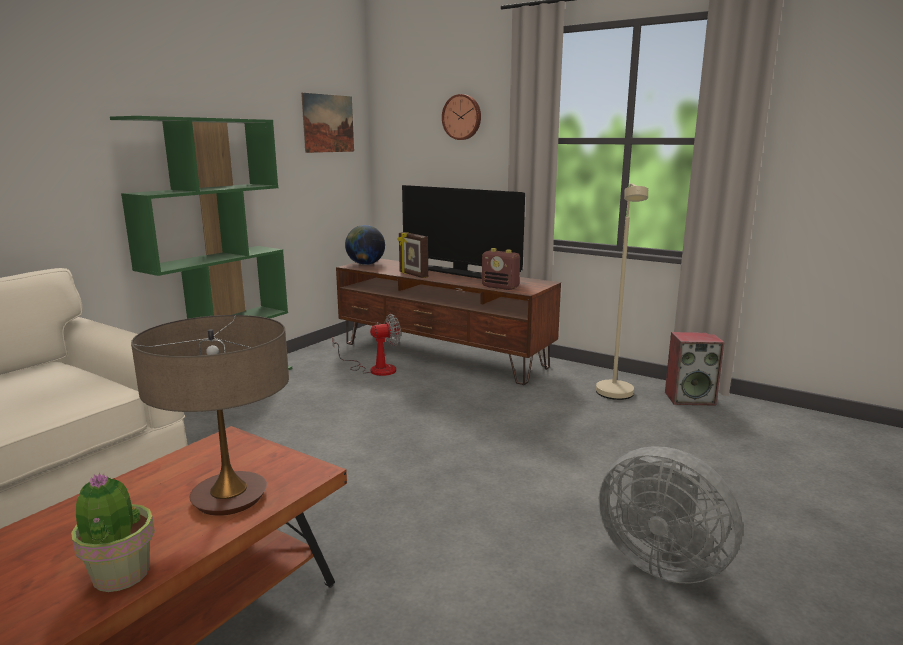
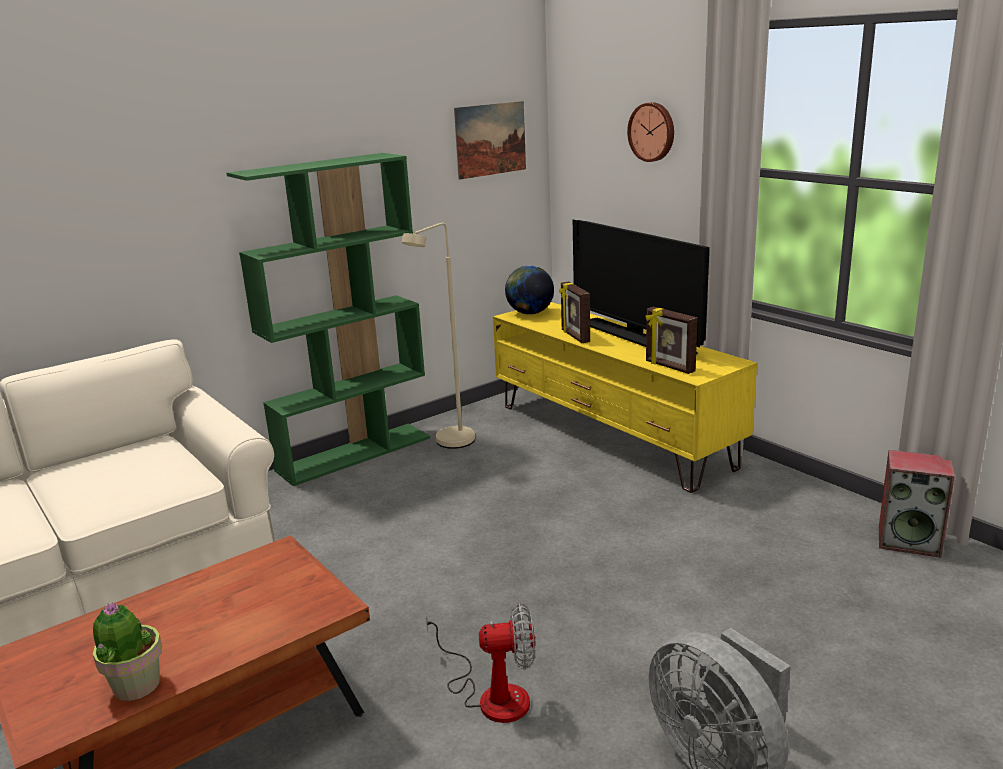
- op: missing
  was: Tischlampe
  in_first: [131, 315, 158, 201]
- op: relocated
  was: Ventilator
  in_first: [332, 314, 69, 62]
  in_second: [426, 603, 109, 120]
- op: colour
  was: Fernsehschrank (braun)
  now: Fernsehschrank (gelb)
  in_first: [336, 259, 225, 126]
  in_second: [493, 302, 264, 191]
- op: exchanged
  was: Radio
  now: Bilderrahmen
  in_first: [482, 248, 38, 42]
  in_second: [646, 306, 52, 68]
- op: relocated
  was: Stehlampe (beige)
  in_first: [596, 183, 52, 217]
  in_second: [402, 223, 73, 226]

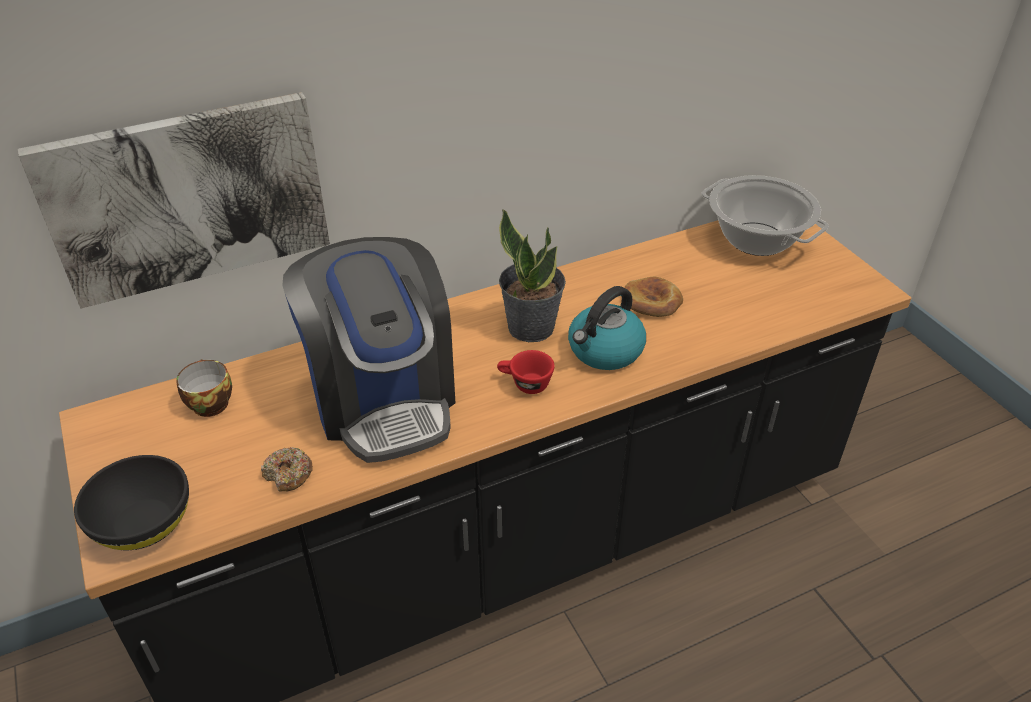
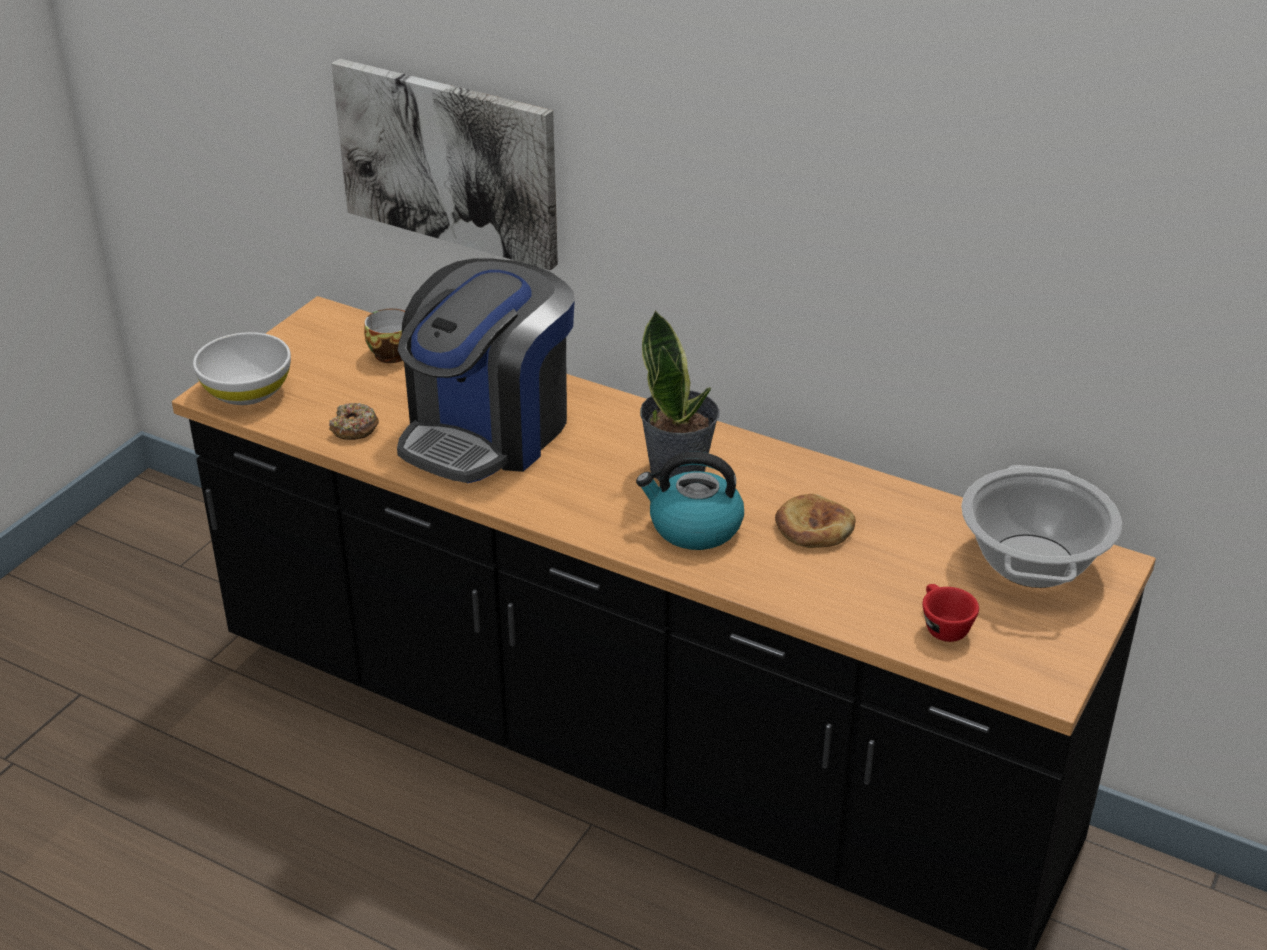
- op: colour
  was: Schüssel (schwarz)
  now: Schüssel (weiß)
  in_first: [74, 455, 115, 95]
  in_second: [193, 332, 98, 73]
- op: relocated
  was: Tasse (rot)
  in_first: [497, 350, 58, 44]
  in_second: [923, 584, 56, 58]

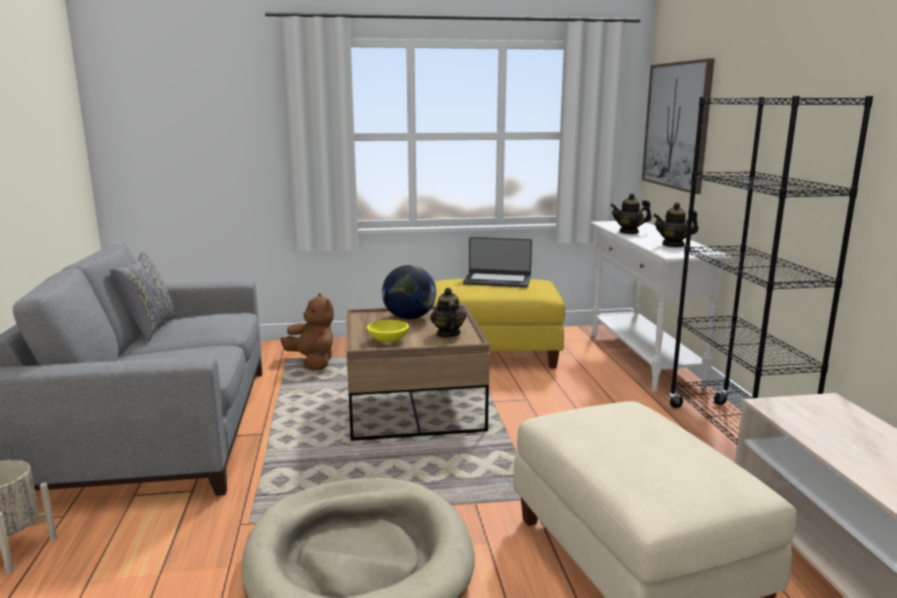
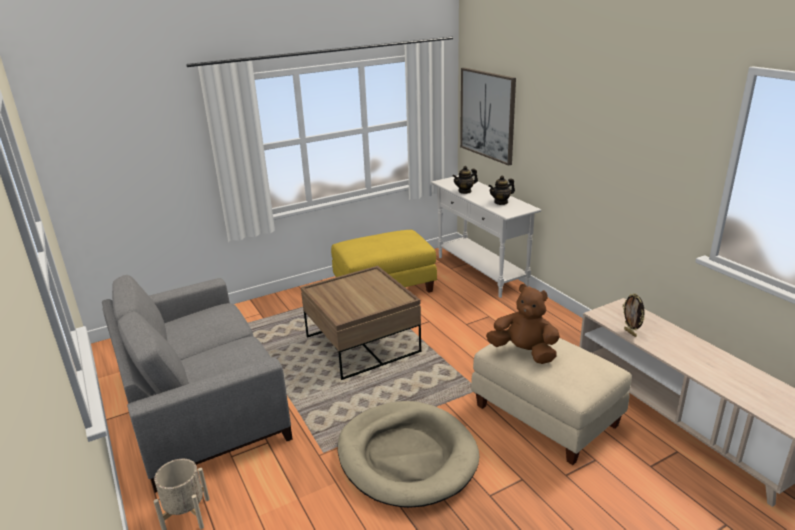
- op: missing
  was: Kissen (grau)
  in_first: [110, 252, 67, 89]
- op: relocated
  was: Plüschtier (braun)
  in_first: [281, 293, 53, 77]
  in_second: [486, 284, 74, 80]
- op: missing
  was: Schüssel (gelb)
  in_first: [367, 320, 42, 23]
- op: missing
  was: Globus
  in_first: [382, 265, 54, 54]
- op: missing
  was: Teekanne
  in_first: [430, 287, 36, 50]
- op: missing
  was: Laptop
  in_first: [463, 237, 69, 50]
- op: missing
  was: Bücherregal (schwarz)
  in_first: [669, 96, 204, 348]
- op: appeared
  now: Bilderrahmen
  in_second: [623, 293, 22, 44]

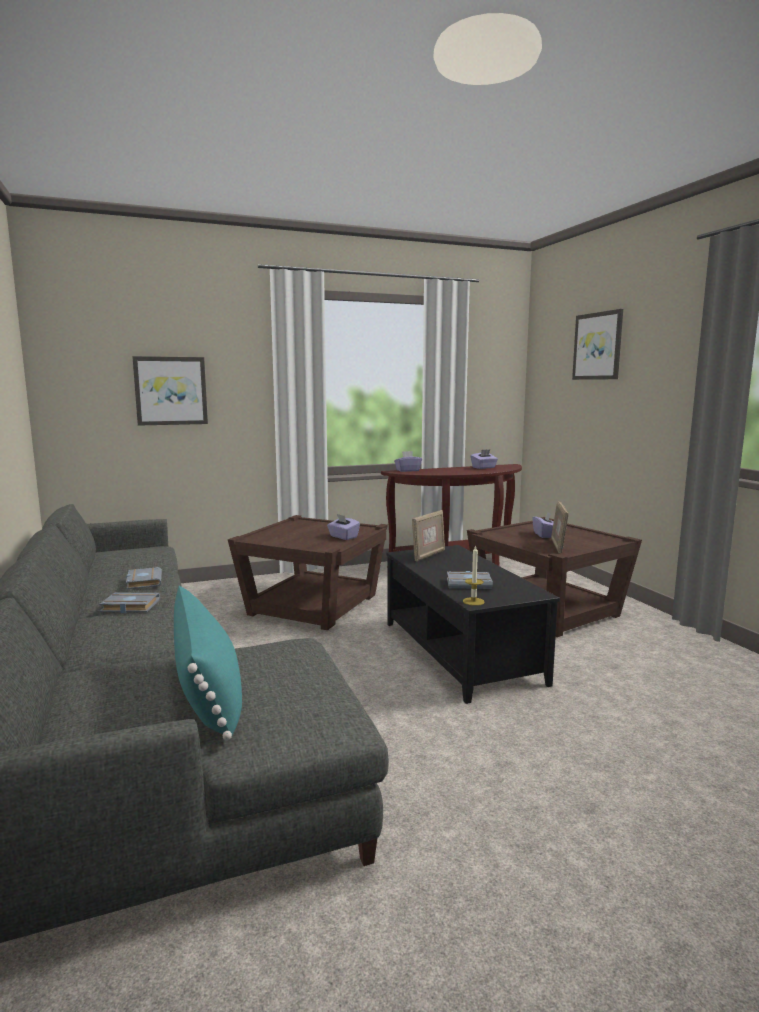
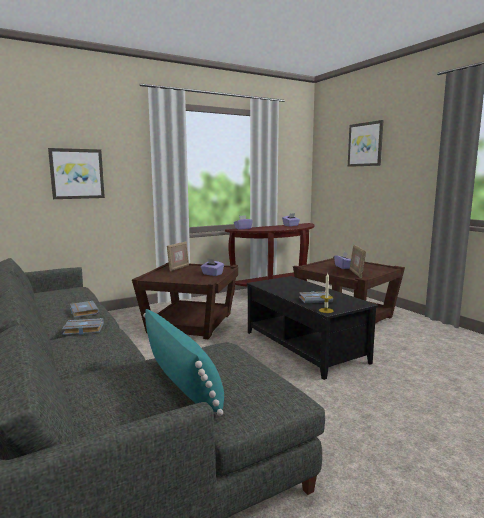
- op: relocated
  was: Bilderrahmen
  in_first: [412, 510, 33, 52]
  in_second: [167, 242, 22, 29]

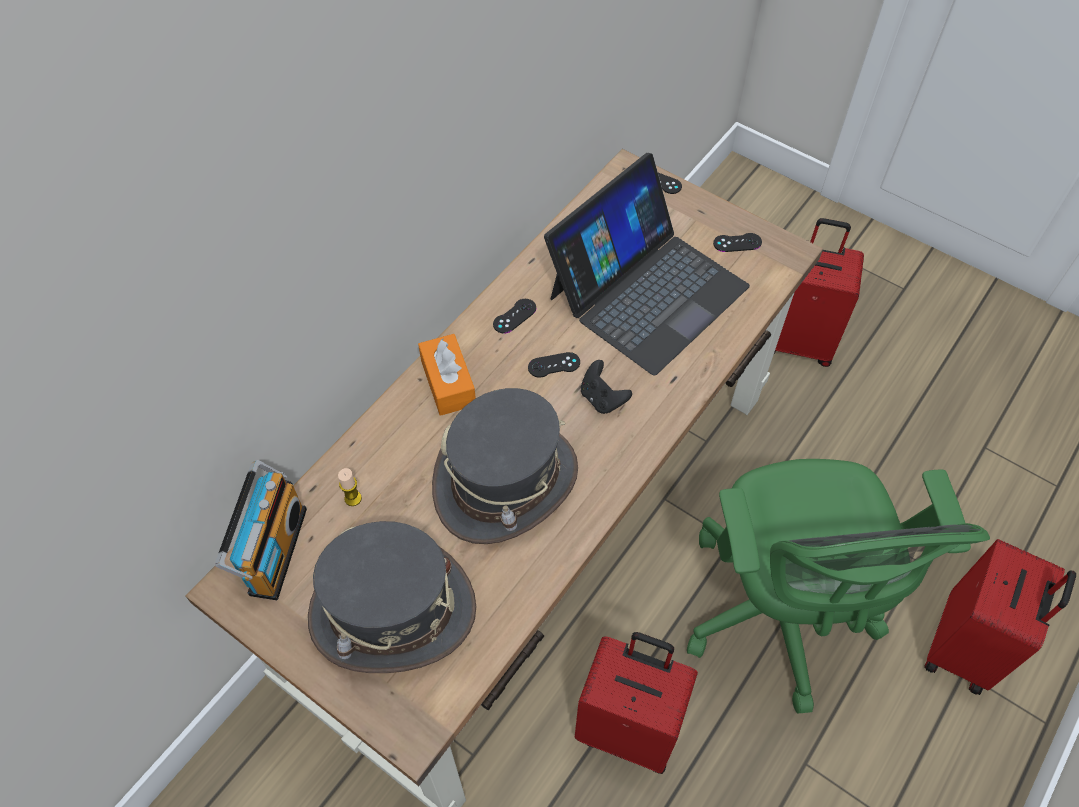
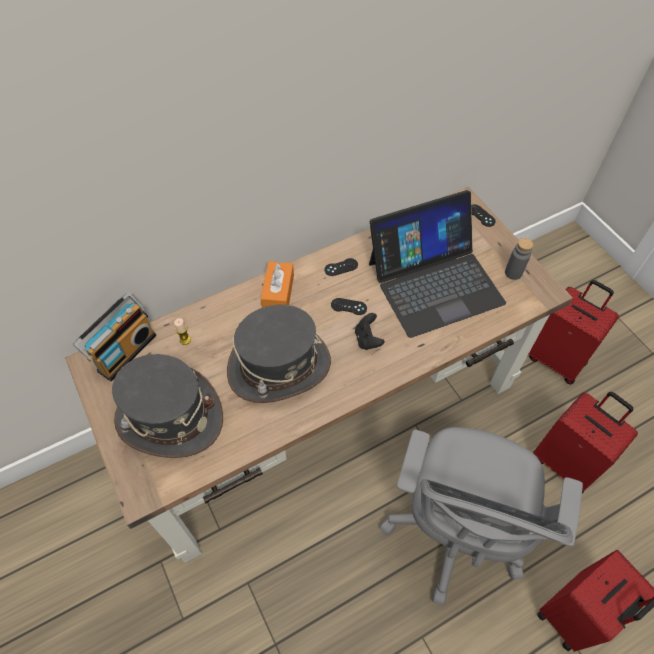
- op: relocated
  was: Koffer (rot)
  in_first: [574, 632, 124, 142]
  in_second: [534, 392, 104, 101]
- op: colour
  was: Bürostuhl (grün)
  now: Bürostuhl (grau)
  in_first: [687, 459, 303, 255]
  in_second: [380, 427, 203, 178]
- op: exchanged
  was: Gamepad (schwarz)
  now: Flasche (grau)
  in_first: [713, 233, 49, 19]
  in_second: [505, 238, 28, 42]

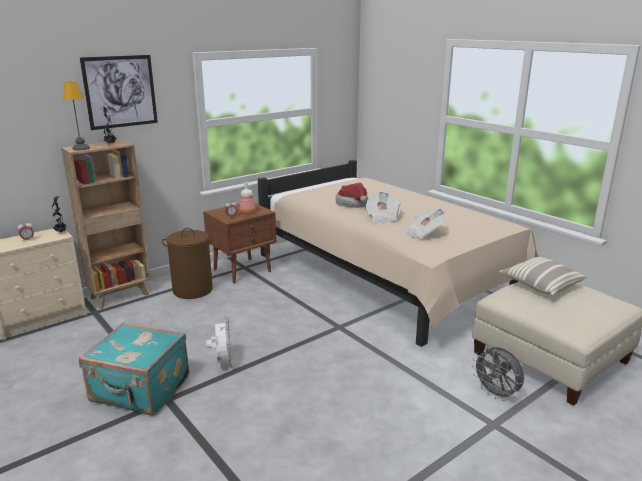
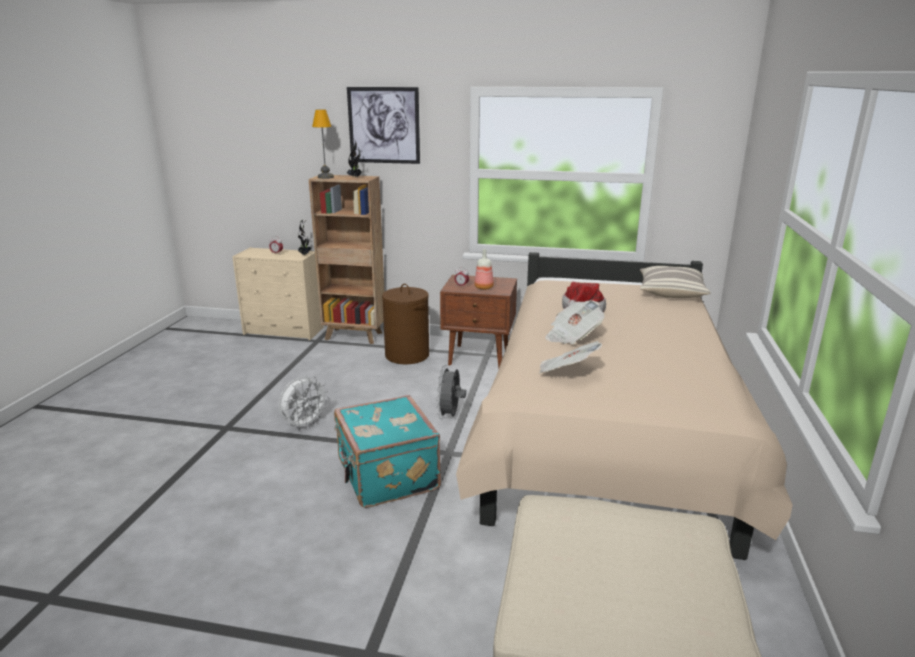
- op: relocated
  was: Koffer (türkis)
  in_first: [79, 322, 110, 94]
  in_second: [334, 395, 107, 113]
- op: relocated
  was: Ventilator (grau)
  in_first: [472, 347, 52, 54]
  in_second: [436, 365, 30, 54]
- op: relocated
  was: Kissen
  in_first: [499, 257, 87, 38]
  in_second: [640, 266, 71, 32]

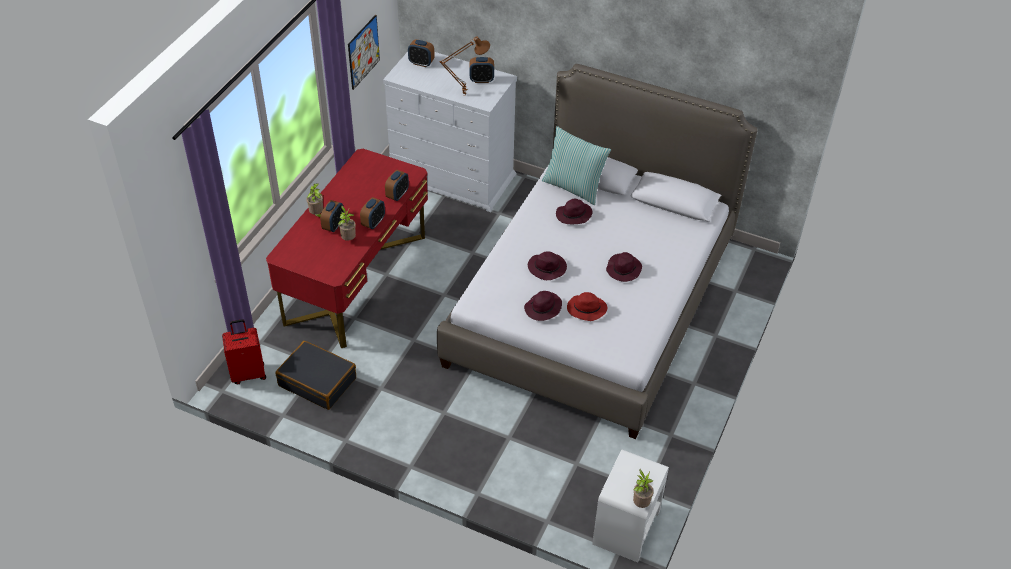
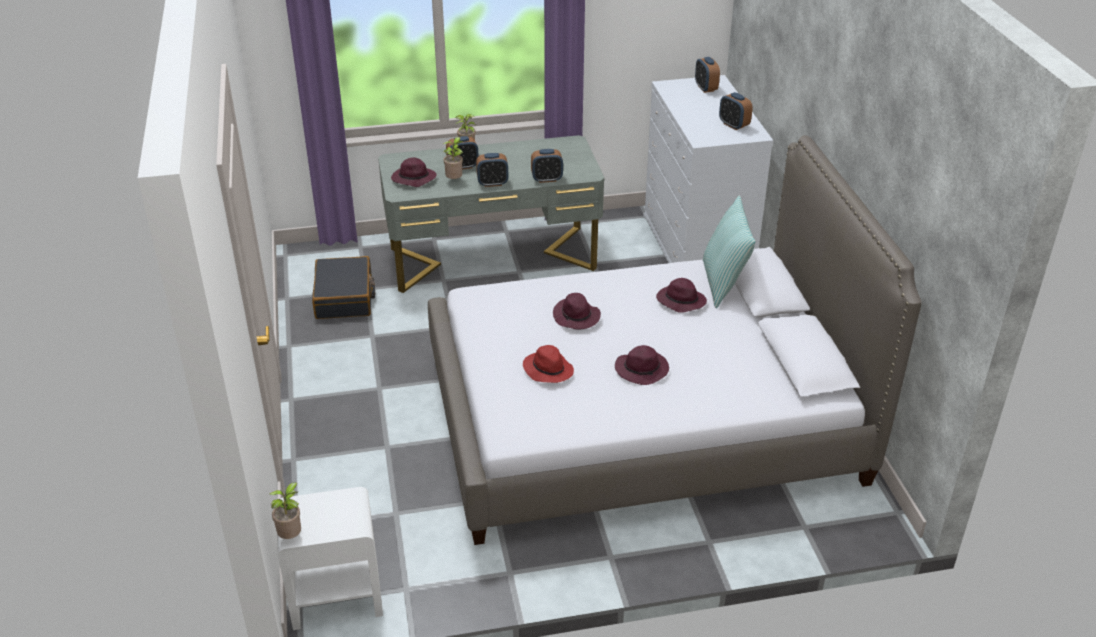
- op: missing
  was: Koffer (rot)
  in_first: [222, 319, 44, 65]
- op: colour
  was: Schreibtisch (rot)
  now: Schreibtisch (grau)
  in_first: [266, 149, 162, 199]
  in_second: [378, 135, 226, 158]
- op: missing
  was: Bild
  in_first: [348, 15, 32, 75]
- op: missing
  was: Tischlampe (braun)
  in_first: [440, 36, 50, 60]
- op: relocated
  was: Hut (lila)
  in_first: [524, 291, 38, 30]
  in_second: [391, 158, 46, 29]

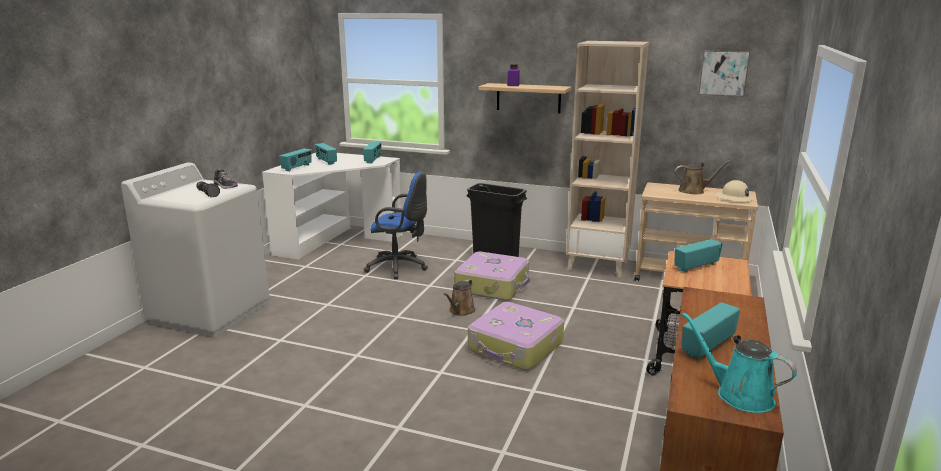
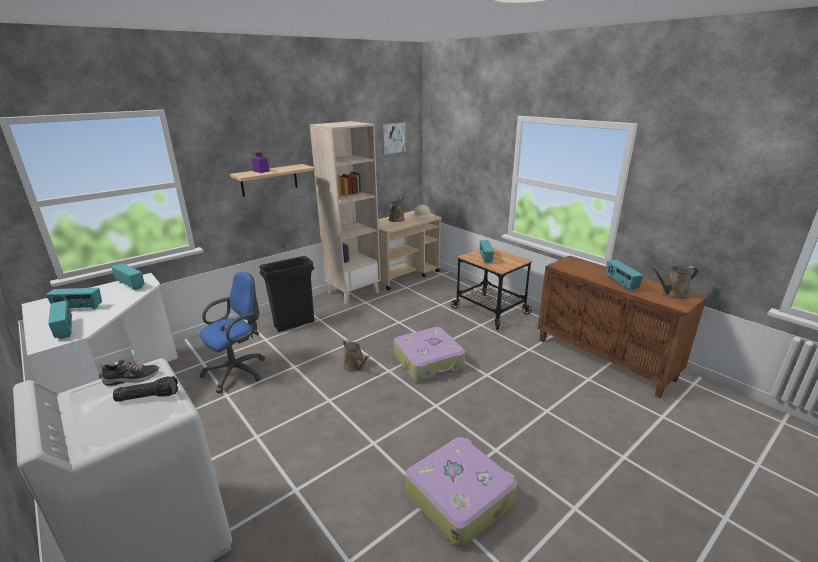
- op: relocated
  was: Koffer
  in_first: [454, 251, 76, 49]
  in_second: [405, 437, 112, 111]
- op: colour
  was: Gießkanne (türkis)
  now: Gießkanne (braun)
  in_first: [682, 313, 115, 100]
  in_second: [651, 265, 47, 34]

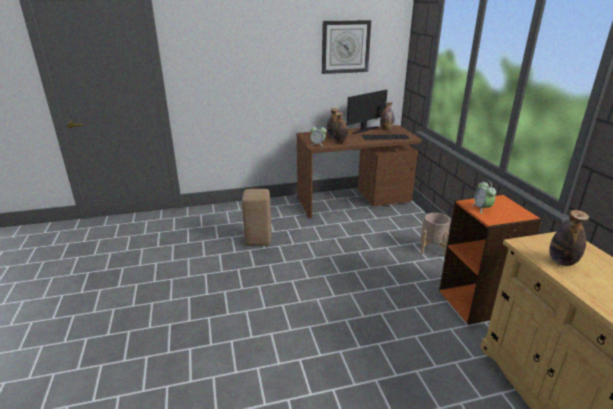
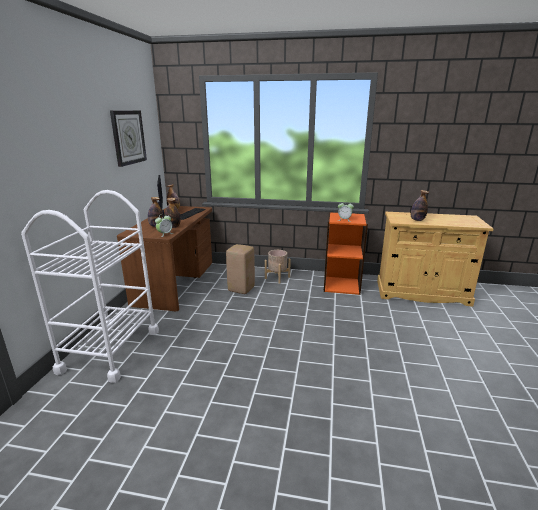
- op: relocated
  was: Hocker (beige)
  in_first: [242, 189, 29, 57]
  in_second: [226, 244, 29, 50]
- op: appeared
  now: Rollwagen (weiß)
  in_second: [21, 190, 138, 193]

